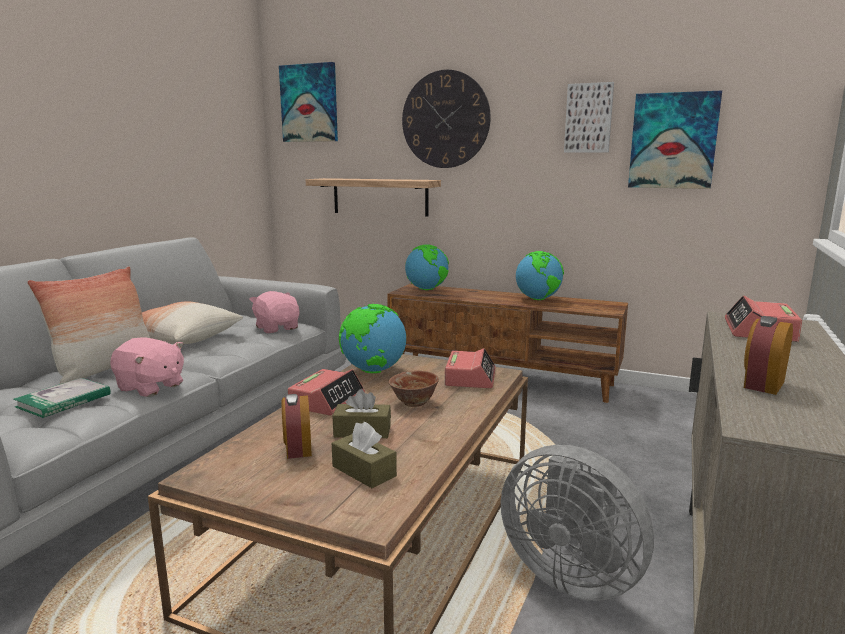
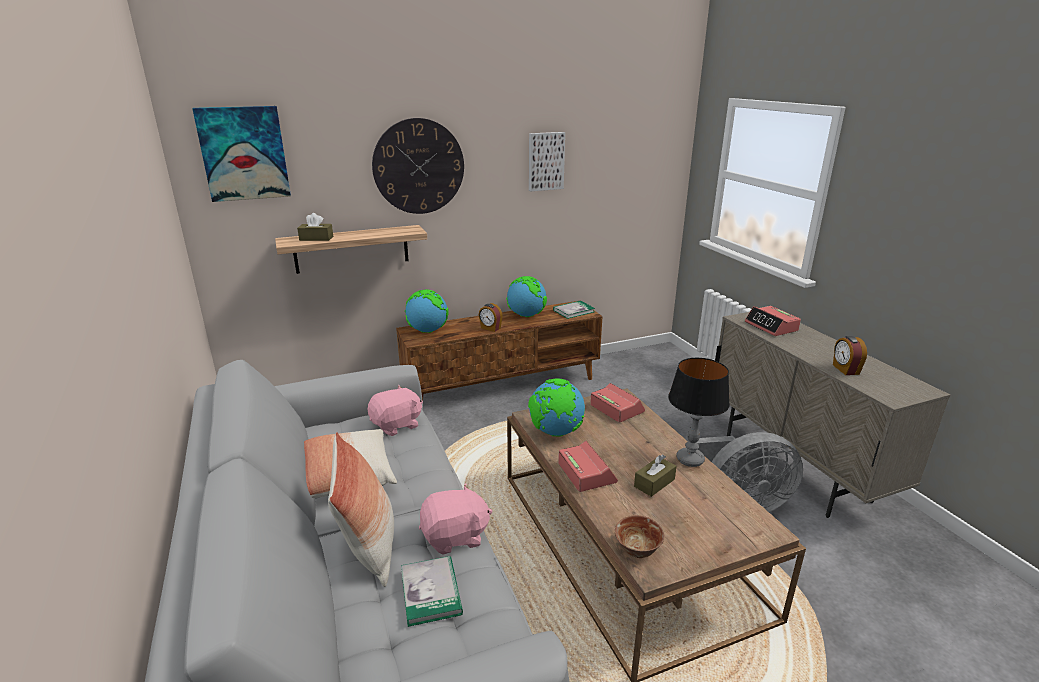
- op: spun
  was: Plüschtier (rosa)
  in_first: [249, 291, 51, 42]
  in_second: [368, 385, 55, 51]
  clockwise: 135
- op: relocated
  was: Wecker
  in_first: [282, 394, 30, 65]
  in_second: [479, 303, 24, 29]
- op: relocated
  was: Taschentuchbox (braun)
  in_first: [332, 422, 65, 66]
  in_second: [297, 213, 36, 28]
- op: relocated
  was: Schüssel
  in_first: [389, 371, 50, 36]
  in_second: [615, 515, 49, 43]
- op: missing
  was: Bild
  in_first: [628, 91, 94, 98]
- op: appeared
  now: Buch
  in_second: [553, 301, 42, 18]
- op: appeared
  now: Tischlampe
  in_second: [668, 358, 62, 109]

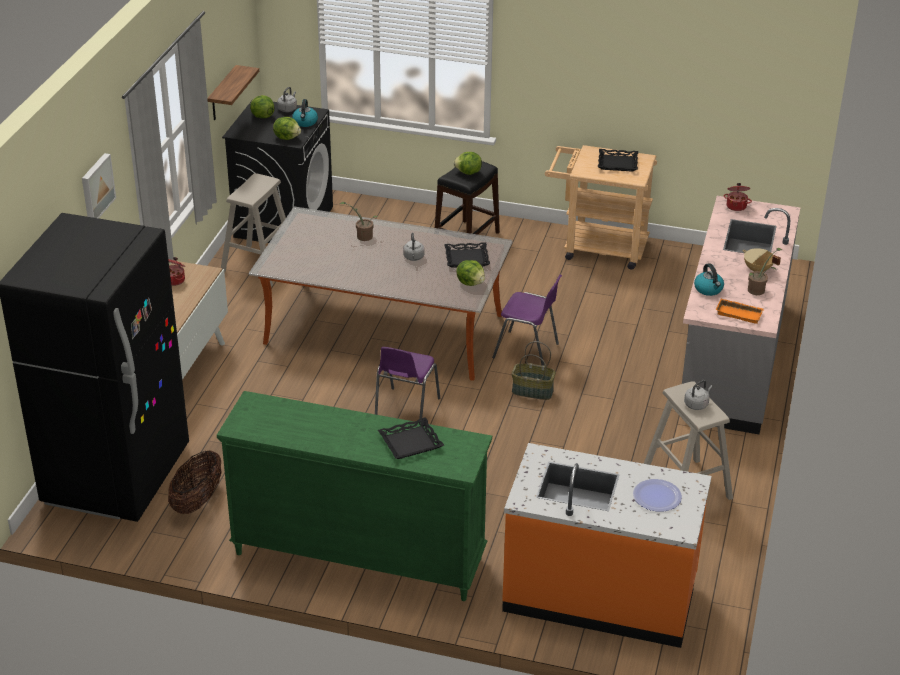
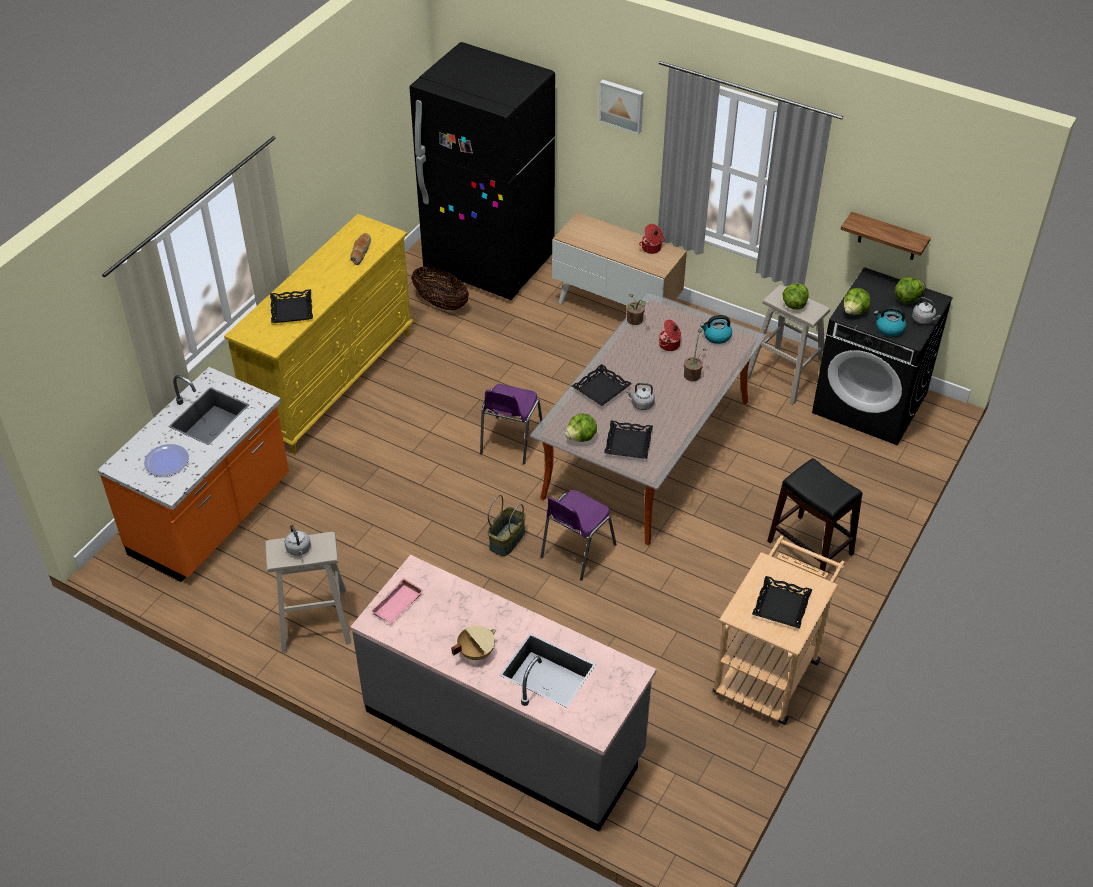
- op: colour
  was: Kommode (grün)
  now: Kommode (gelb)
  in_first: [217, 391, 275, 210]
  in_second: [224, 214, 190, 240]
- op: spun
  was: Stuhl (lila)
  in_first: [375, 347, 65, 76]
  in_second: [480, 384, 62, 80]
  clockwise: -105
- op: relocated
  was: Salatkopf
  in_first: [453, 152, 29, 23]
  in_second: [782, 283, 27, 27]
- op: relocated
  was: Wasserkessel
  in_first: [694, 263, 30, 33]
  in_second: [700, 315, 32, 29]
- op: colour
  was: Tablett (orange)
  now: Tablett (rosa)
  in_first: [716, 298, 48, 26]
  in_second: [371, 578, 53, 46]
- op: relocated
  was: Kochtopf
  in_first: [724, 183, 28, 28]
  in_second: [659, 319, 22, 32]
- op: relocated
  was: Topfpflanze
  in_first: [748, 248, 34, 47]
  in_second: [626, 294, 20, 31]
- op: appeared
  now: Brot
  in_second: [350, 233, 21, 32]
- op: appeared
  now: Tablett (schwarz)
  in_second: [572, 364, 60, 42]

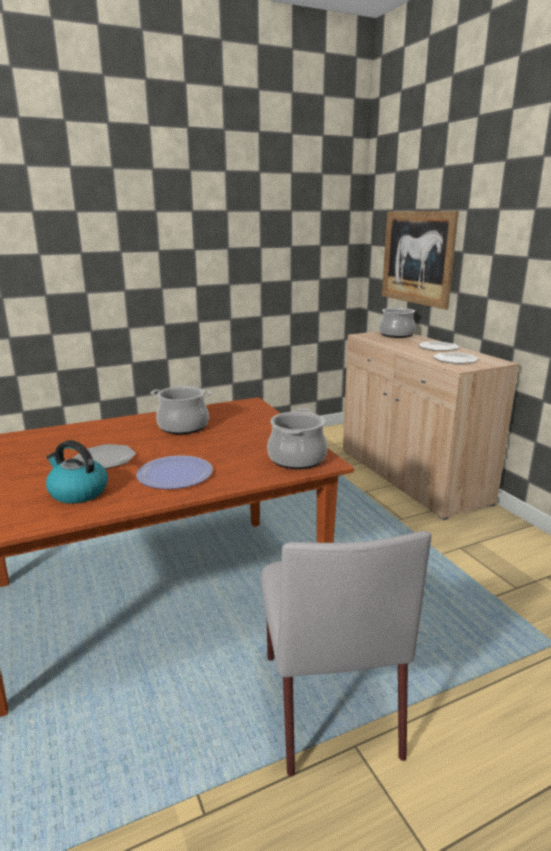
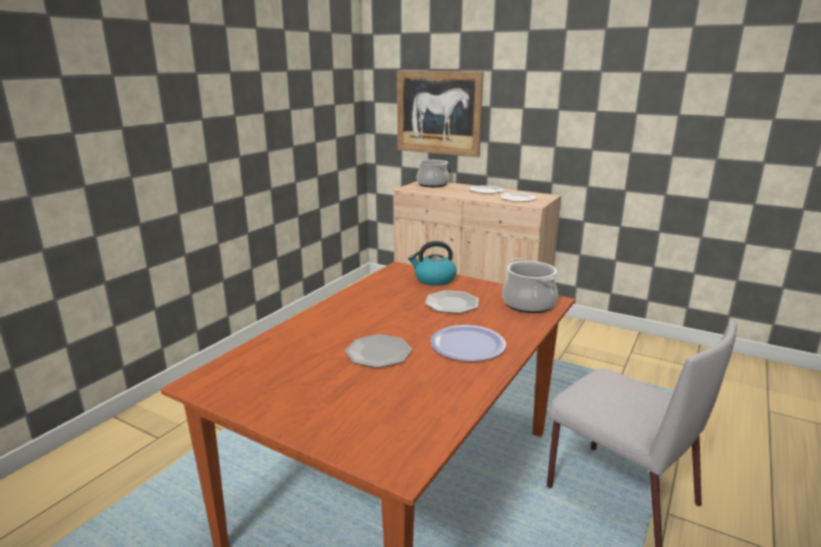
- op: relocated
  was: Wasserkessel
  in_first: [46, 440, 62, 64]
  in_second: [408, 241, 49, 45]
- op: missing
  was: Kochtopf
  in_first: [151, 386, 61, 48]
- op: appeared
  now: Teller
  in_second: [425, 290, 54, 23]

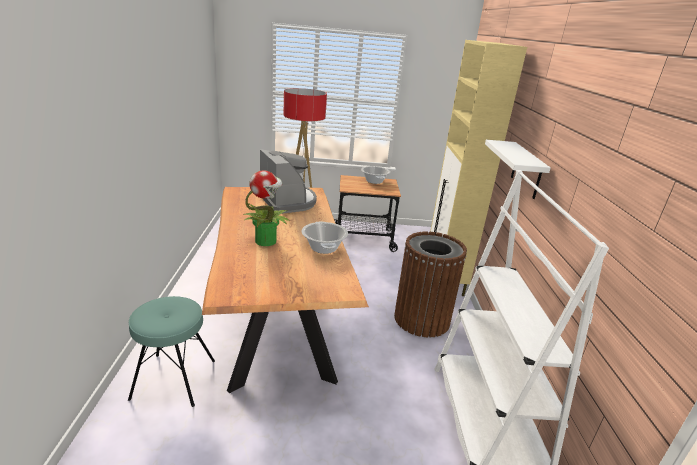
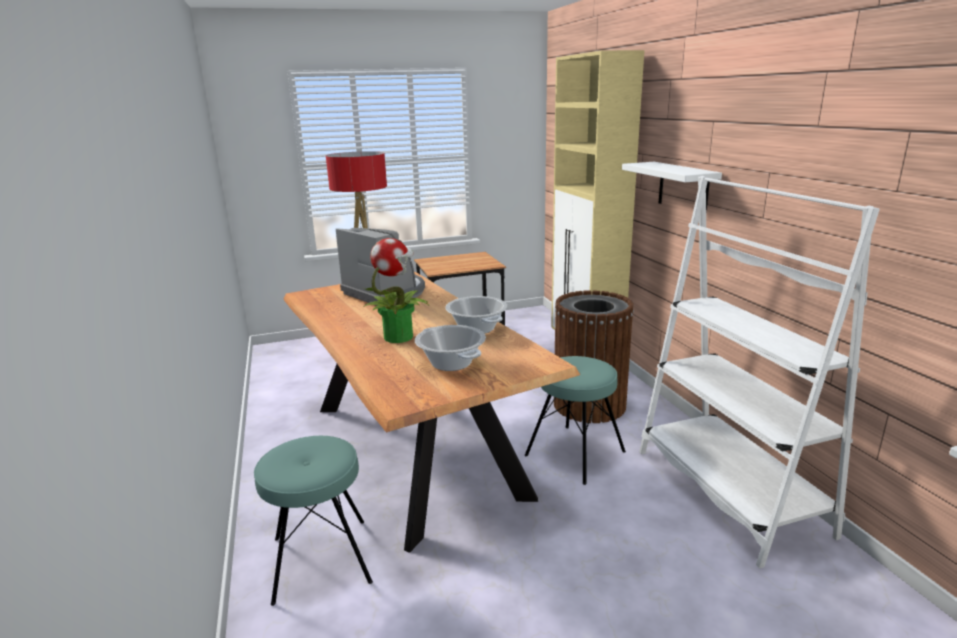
- op: relocated
  was: Kochtopf
  in_first: [361, 166, 29, 18]
  in_second: [415, 325, 71, 46]
- op: appeared
  now: Hocker (türkis)
  in_second: [525, 356, 101, 129]

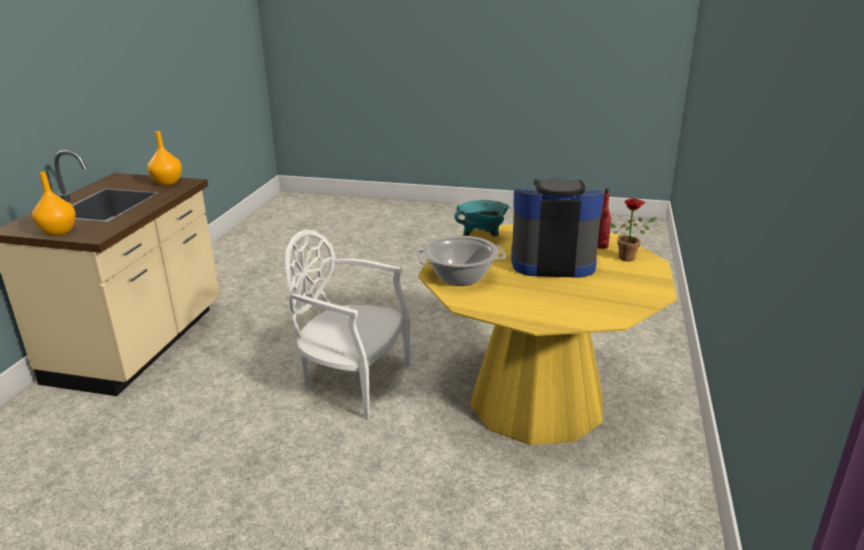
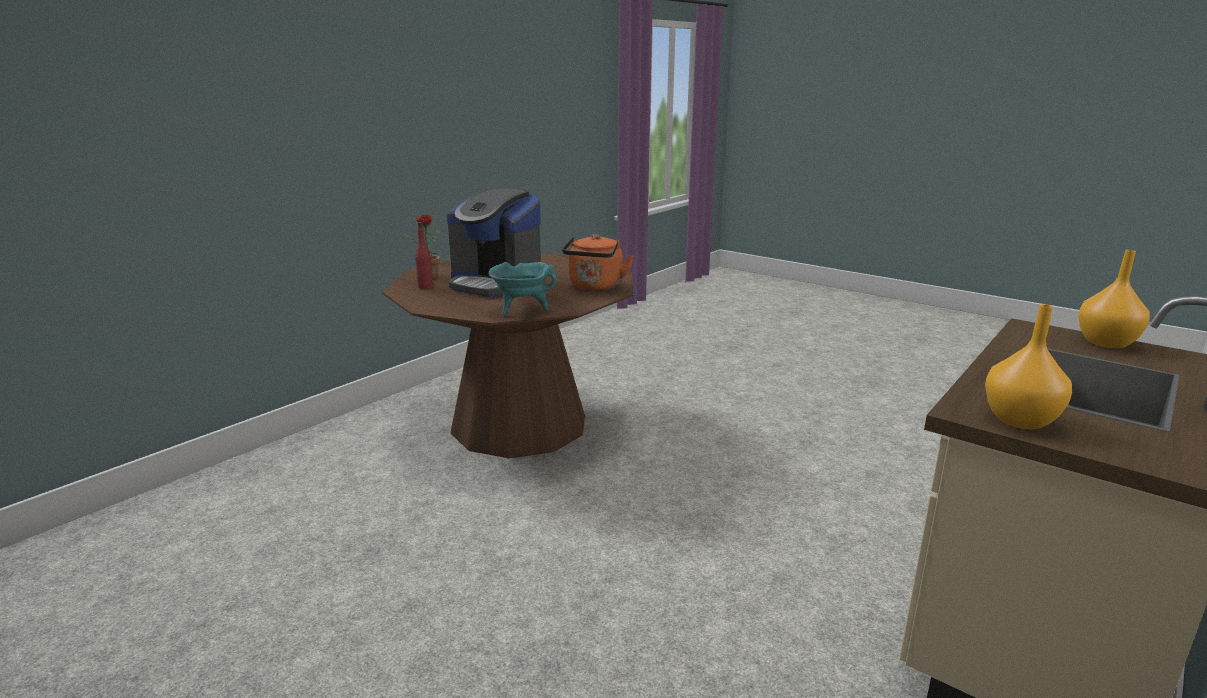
- op: missing
  was: Stuhl (weiß)
  in_first: [285, 229, 125, 191]
- op: exchanged
  was: Kochtopf
  now: Wasserkessel (orange)
  in_first: [416, 236, 90, 50]
  in_second: [562, 234, 72, 57]
- op: colour
  was: Esstisch (gelb)
  now: Esstisch (braun)
  in_first: [418, 224, 259, 221]
  in_second: [382, 253, 251, 205]

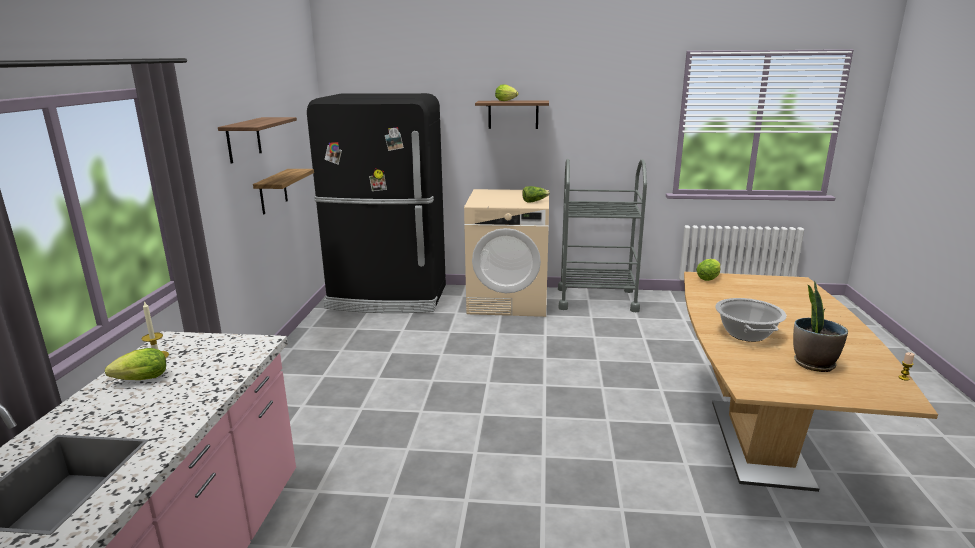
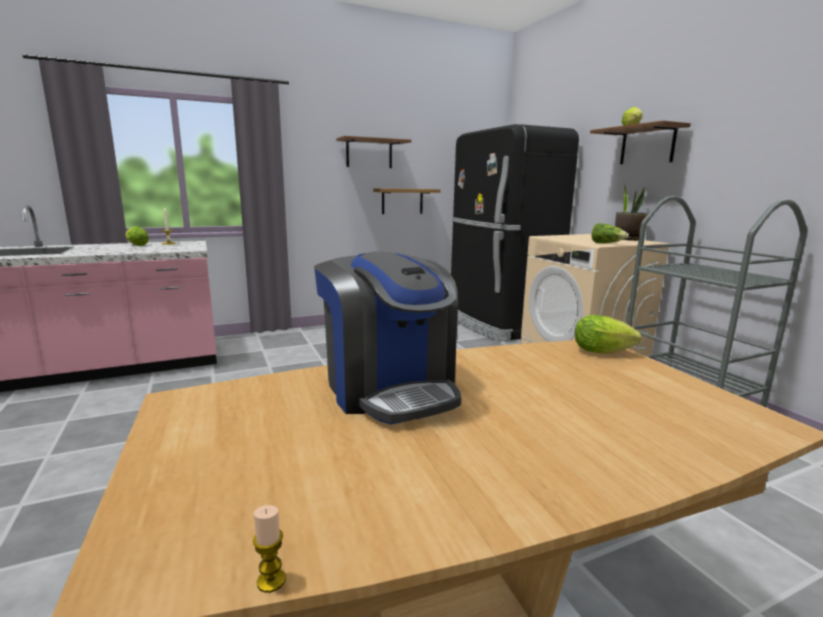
- op: exchanged
  was: Kochtopf
  now: Kaffeemaschine
  in_first: [715, 298, 72, 44]
  in_second: [314, 251, 147, 174]
- op: relocated
  was: Topfpflanze
  in_first: [793, 281, 55, 91]
  in_second: [615, 184, 33, 57]

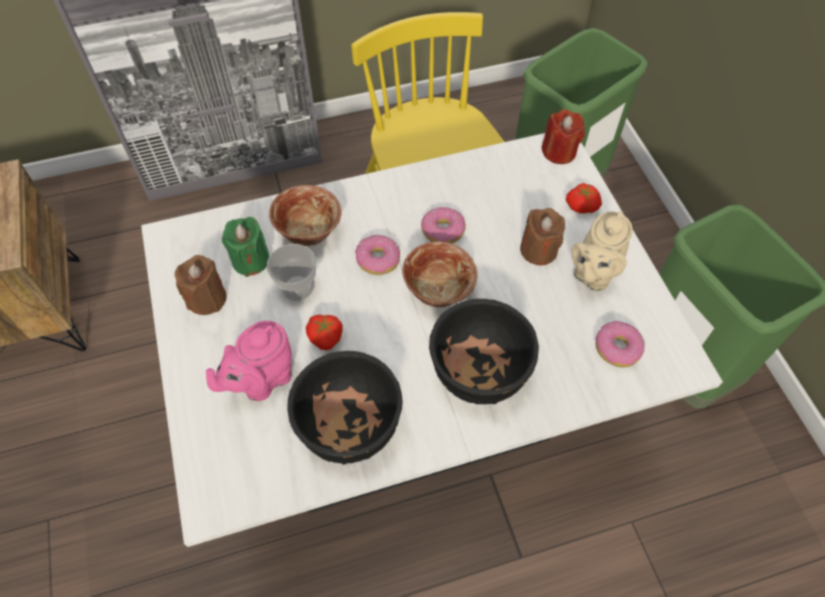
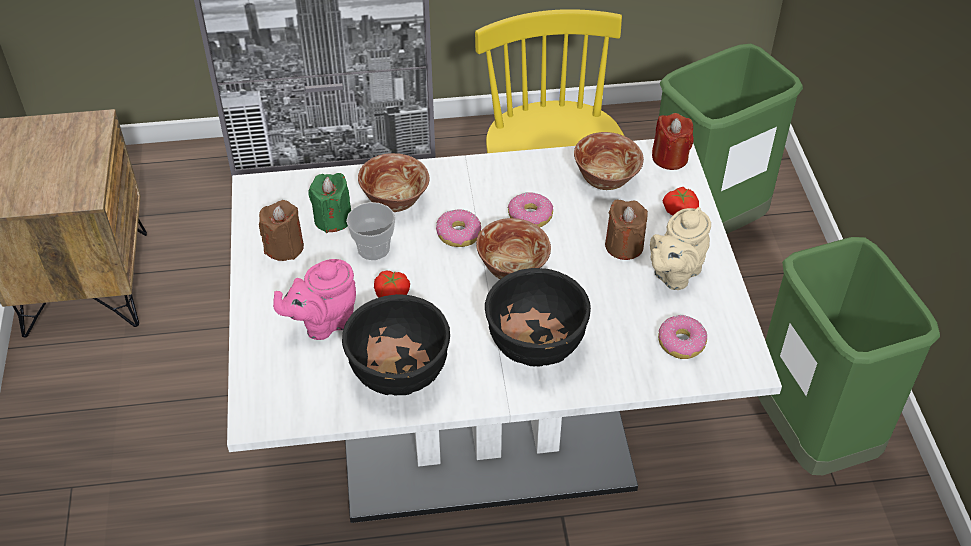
- op: appeared
  now: Schüssel
  in_second: [574, 132, 70, 58]

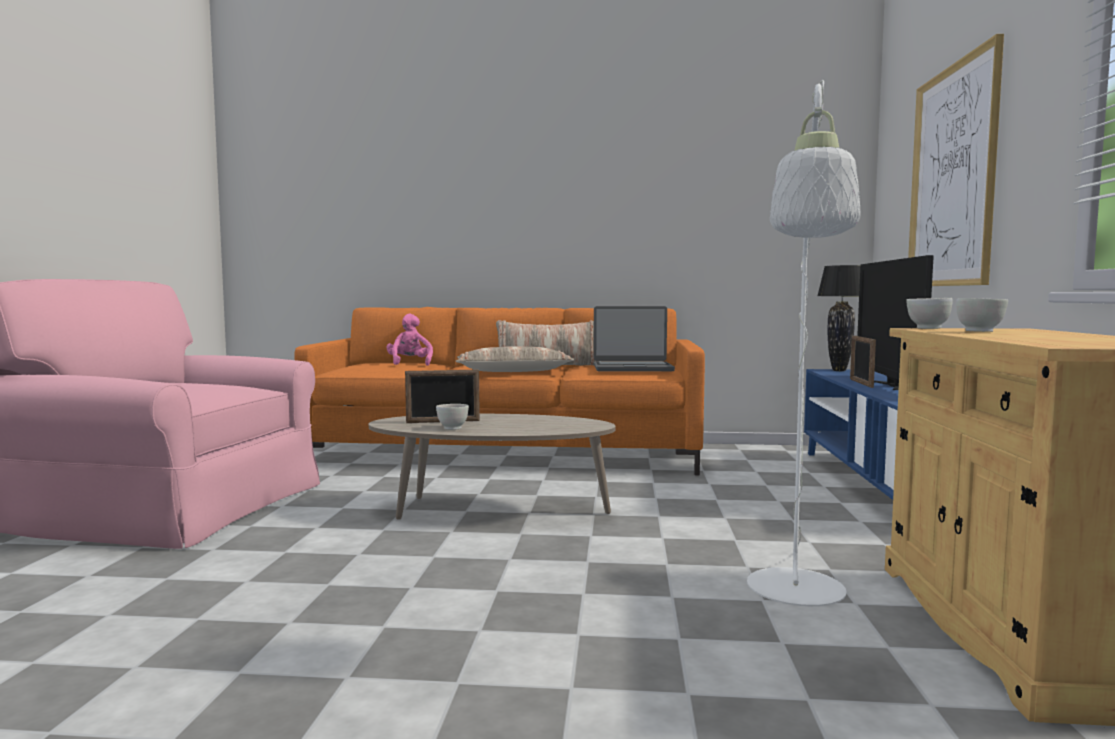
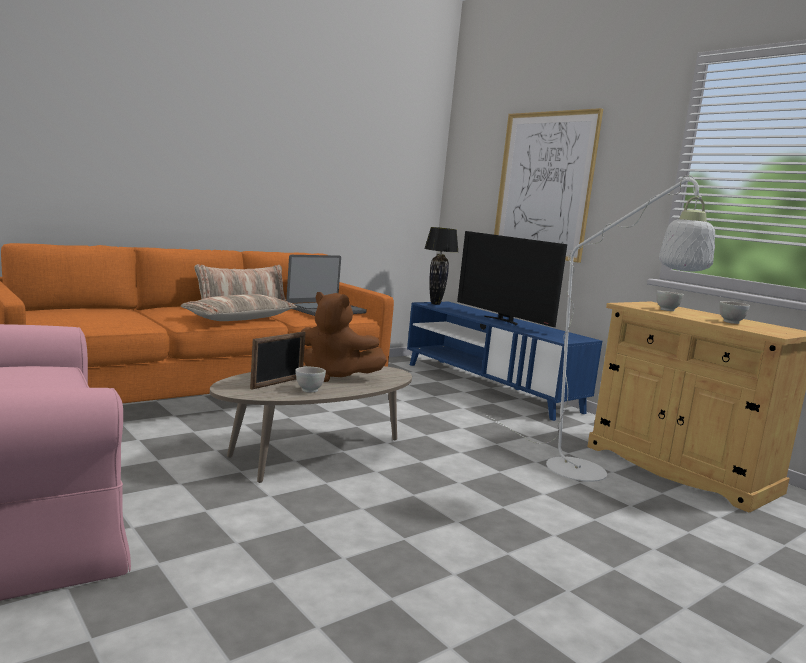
- op: missing
  was: Plüschtier (rosa)
  in_first: [386, 314, 47, 52]
- op: missing
  was: Bilderrahmen
  in_first: [850, 336, 26, 52]
- op: relocated
  was: Schüssel (weiß)
  in_first: [906, 298, 47, 31]
  in_second: [720, 301, 30, 23]
- op: appeared
  now: Plüschtier (braun)
  in_second: [301, 292, 86, 90]

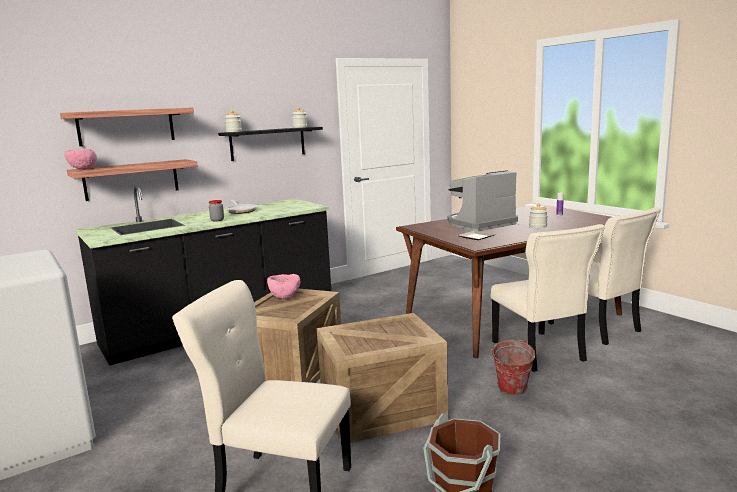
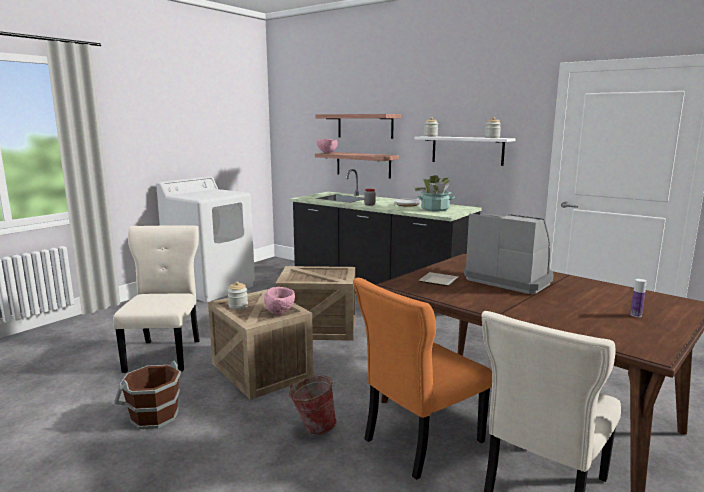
- op: colour
  was: Wandregal (schwarz)
  now: Wandregal (weiß)
  in_first: [218, 127, 105, 34]
  in_second: [415, 136, 101, 30]
- op: relocated
  was: Schüssel (rosa)
  in_first: [267, 274, 34, 25]
  in_second: [264, 287, 31, 27]
- op: colour
  was: Stuhl (beige)
  now: Stuhl (orange)
  in_first: [491, 224, 114, 148]
  in_second: [353, 278, 139, 202]
- op: relocated
  was: Vorratsglas
  in_first: [529, 203, 19, 25]
  in_second: [228, 281, 20, 28]
- op: appeared
  now: Topfpflanze
  in_second: [414, 175, 41, 36]

